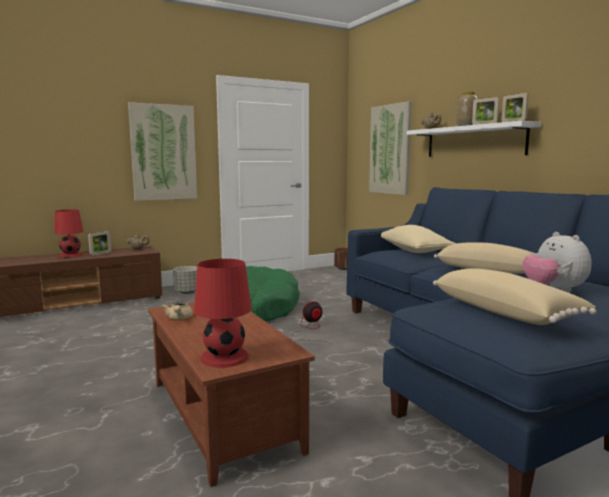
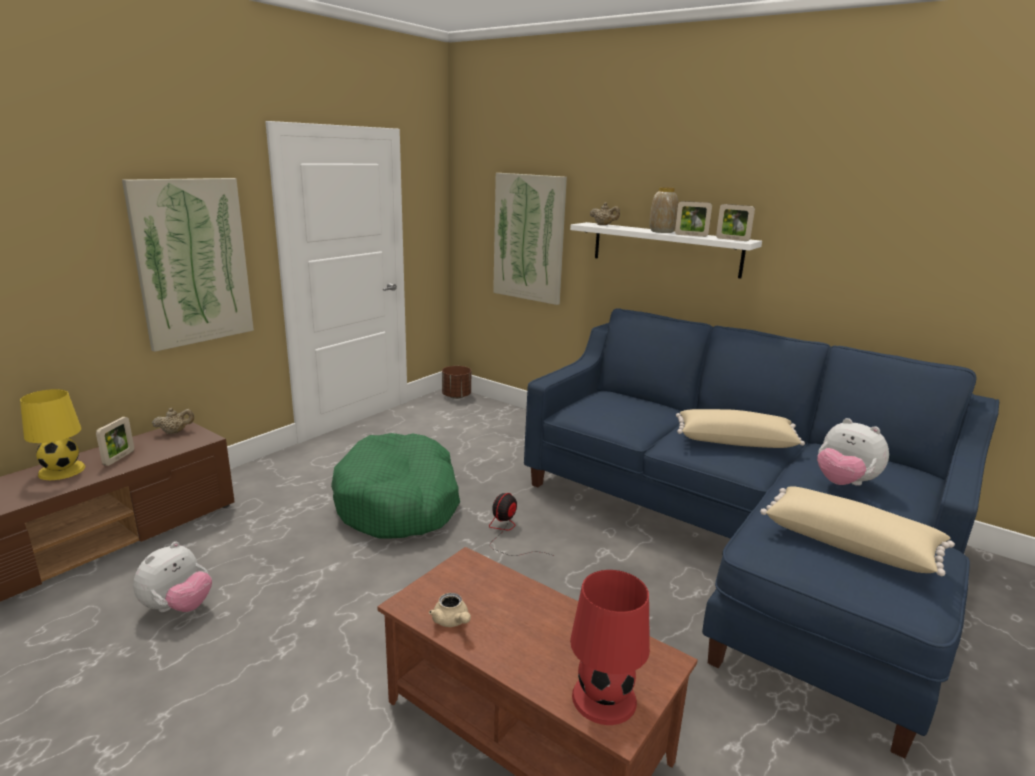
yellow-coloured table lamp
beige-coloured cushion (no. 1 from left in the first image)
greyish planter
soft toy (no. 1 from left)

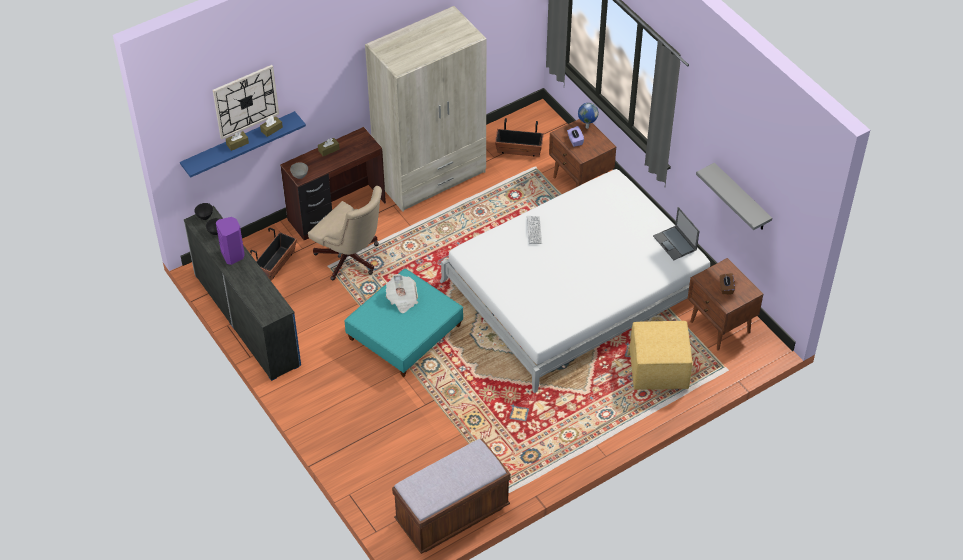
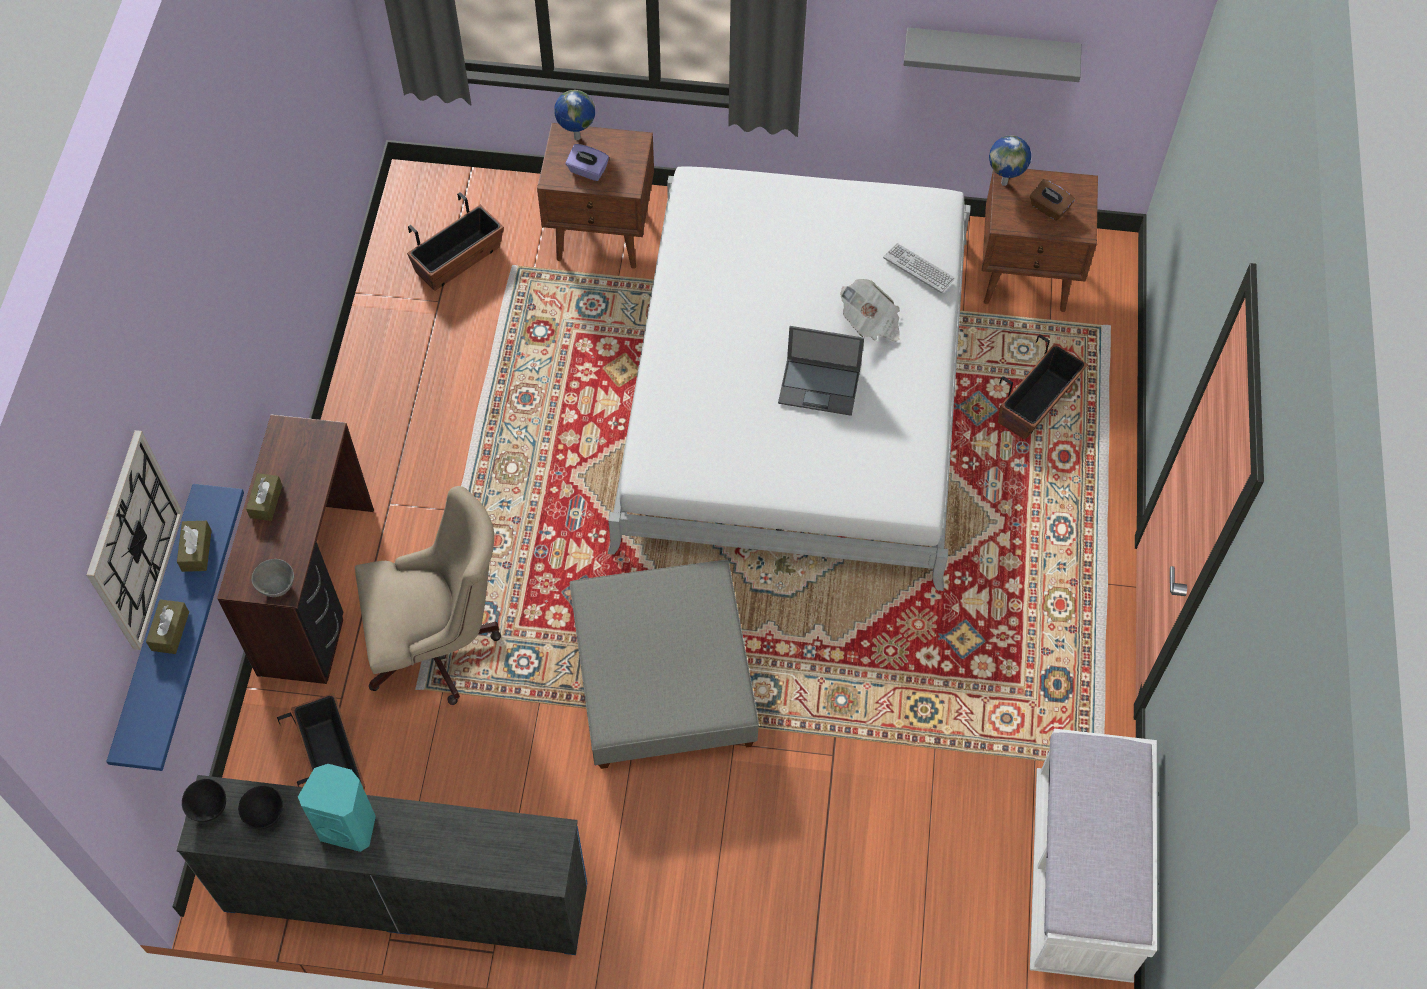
beige-coloured clothes cupboard
notebook computer
PC keyboard
turquoise-coloured speaker
greyish pouffe
printed paper
planter (no. 3 from left)
white bench
world globe (no. 2 from left)

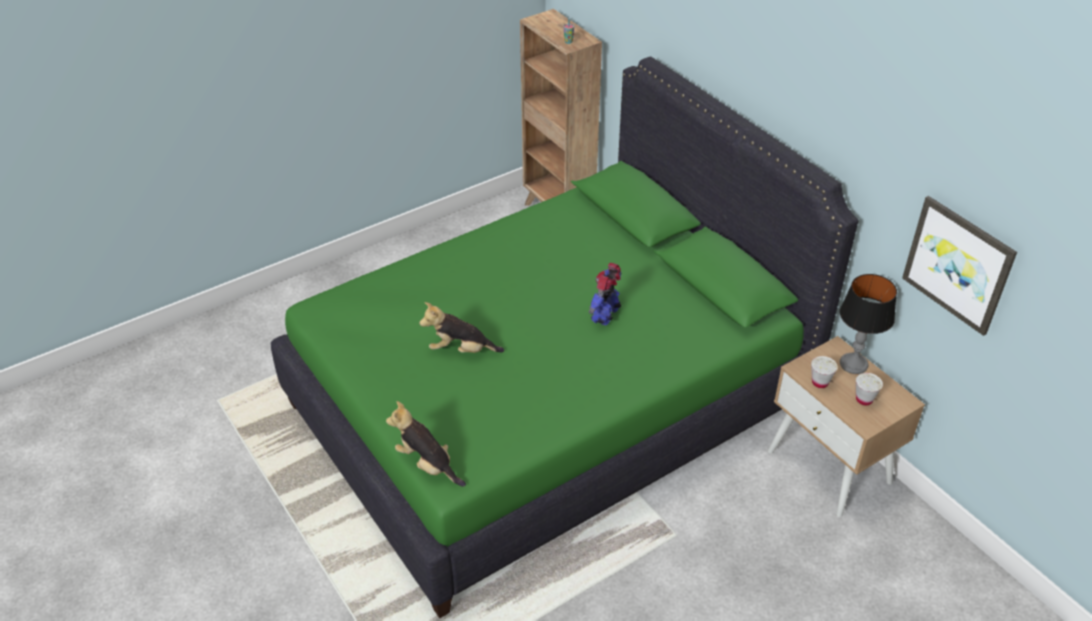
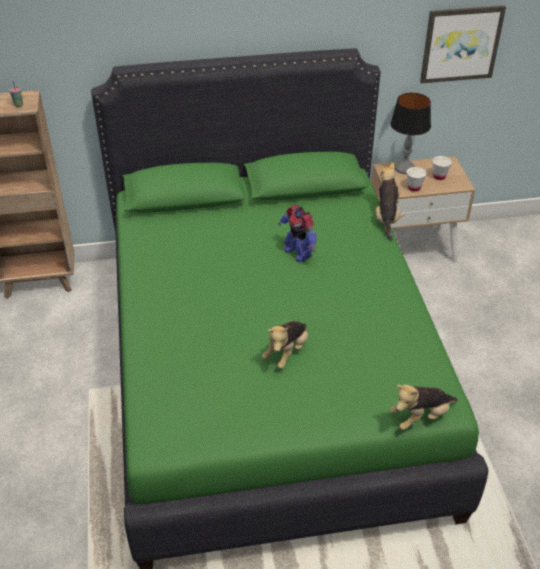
soft toy (no. 2 from left)

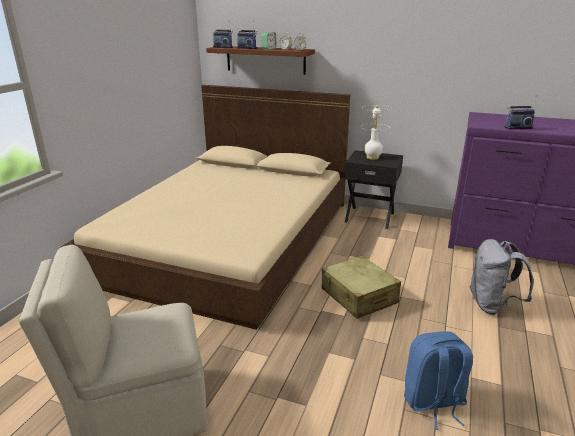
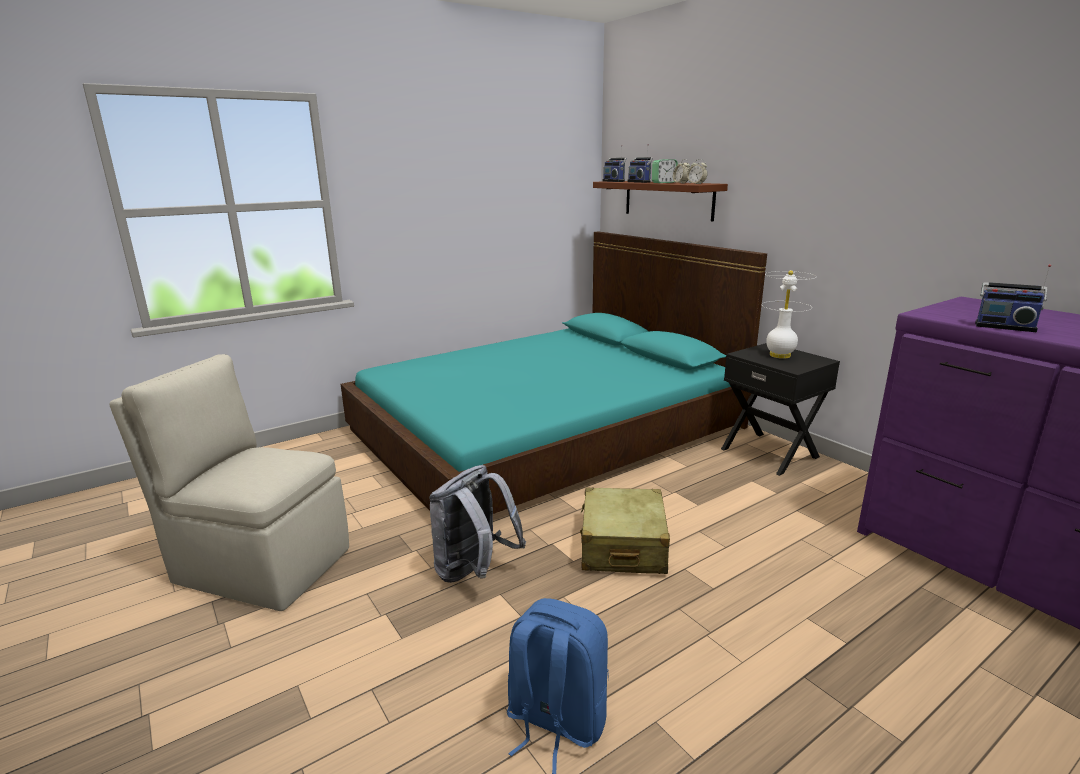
turquoise-coloured bedroom bed
greyish knapsack

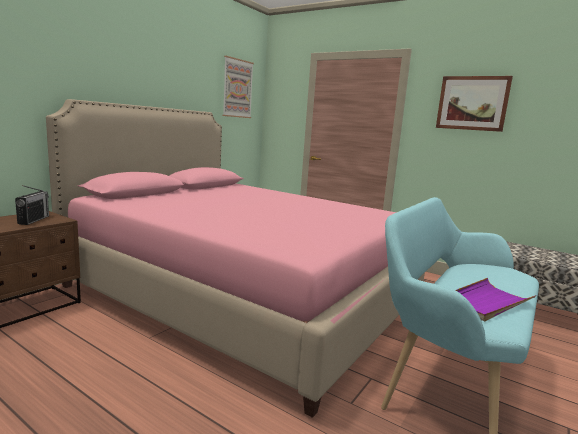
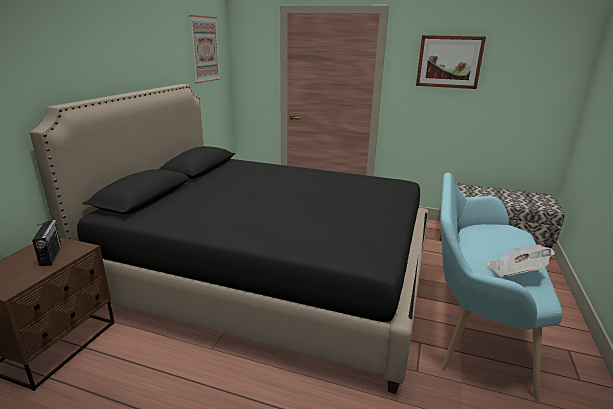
black bedroom bed
printed paper

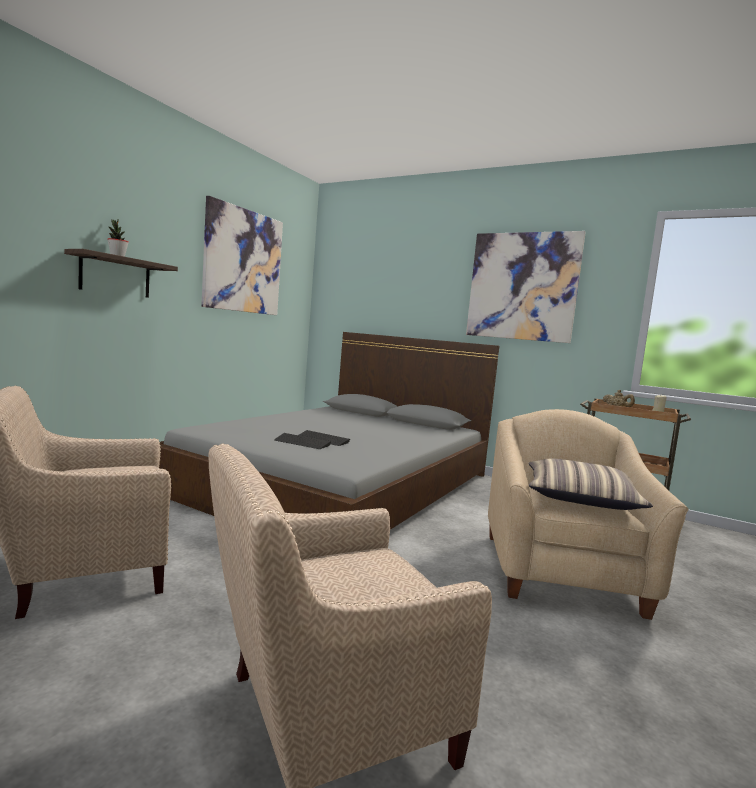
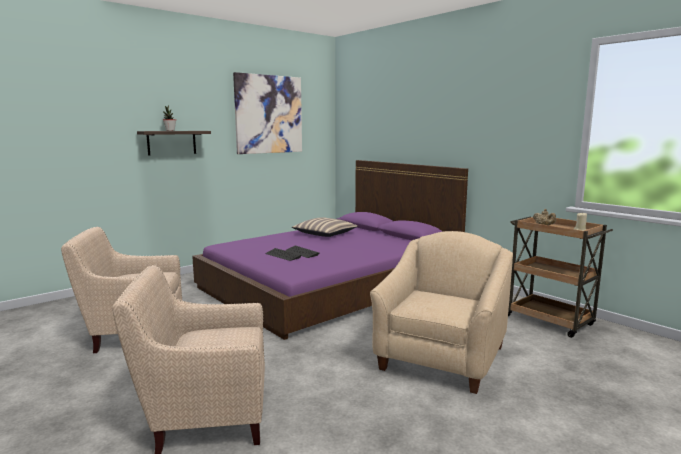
wall art (no. 2 from left in the first image)
purple-coloured bedroom bed
cushion

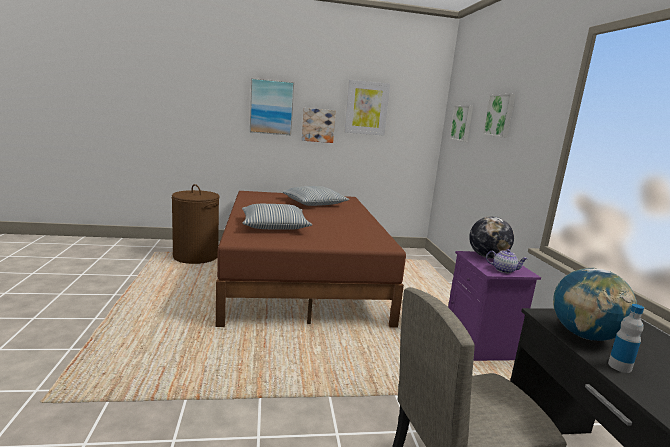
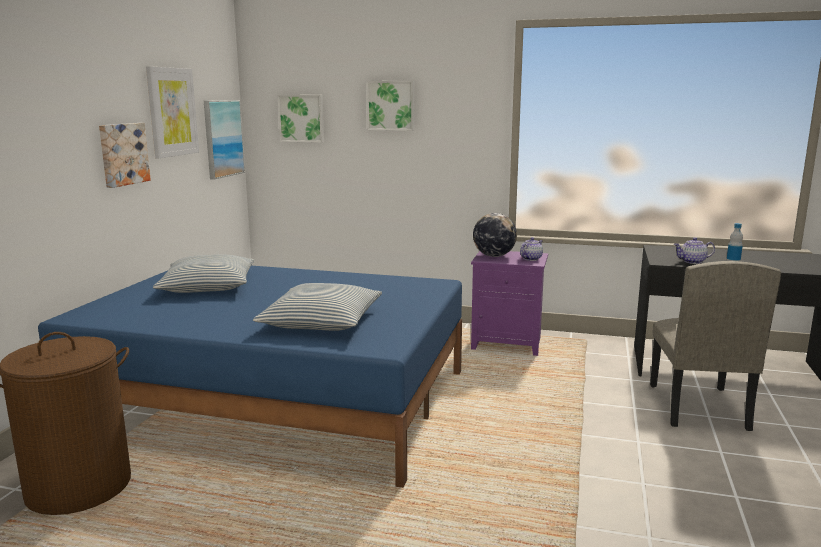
wall art (no. 3 from left)
blue-coloured bedroom bed
teapot (no. 2 from left)

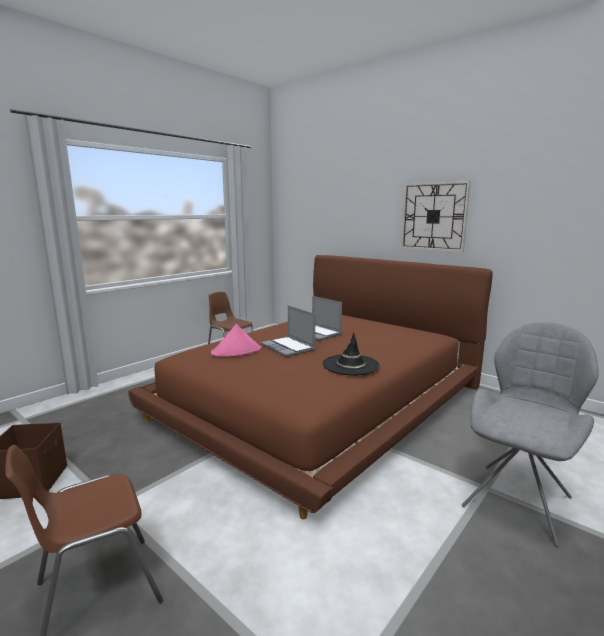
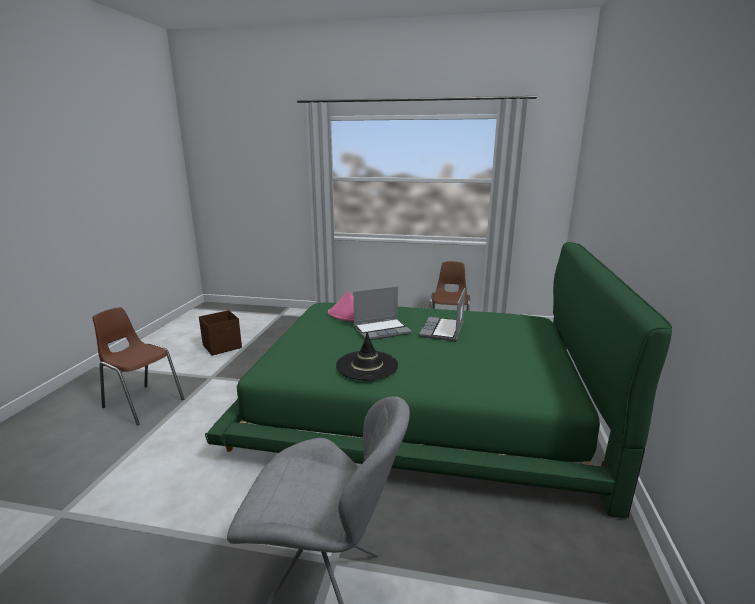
wall clock
greenish bedroom bed
notebook computer (no. 1 from left)

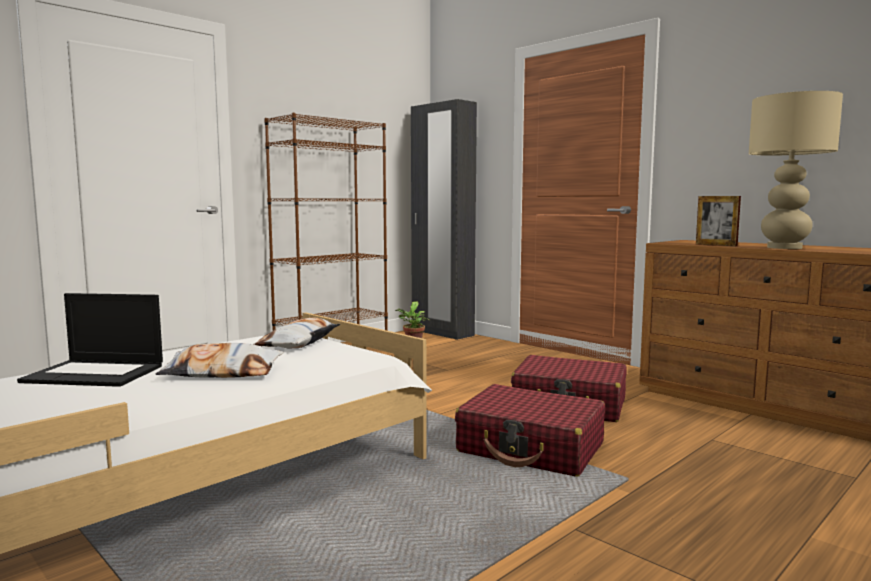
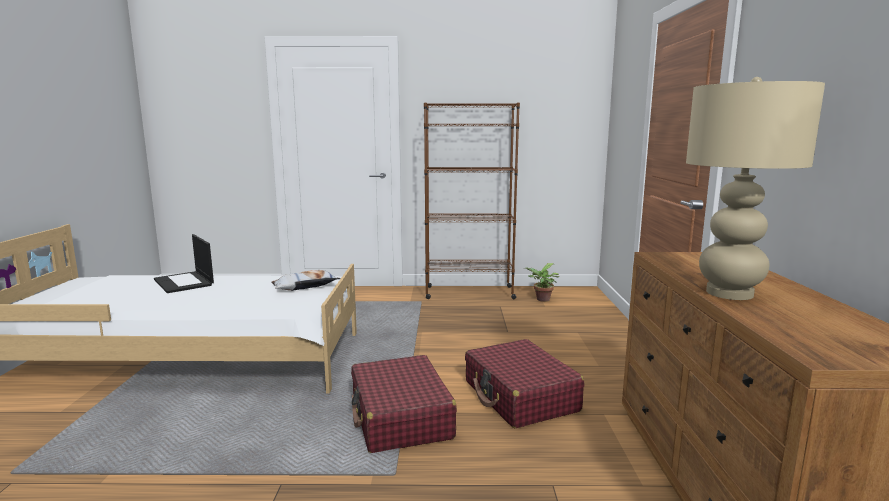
black clothes cupboard
standing frame
cushion (no. 1 from left in the first image)

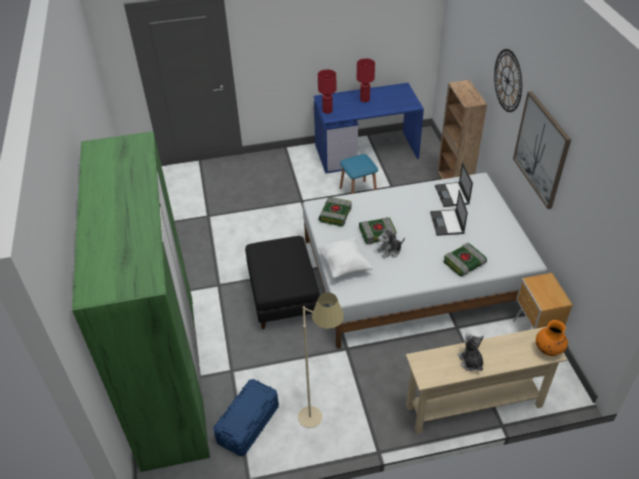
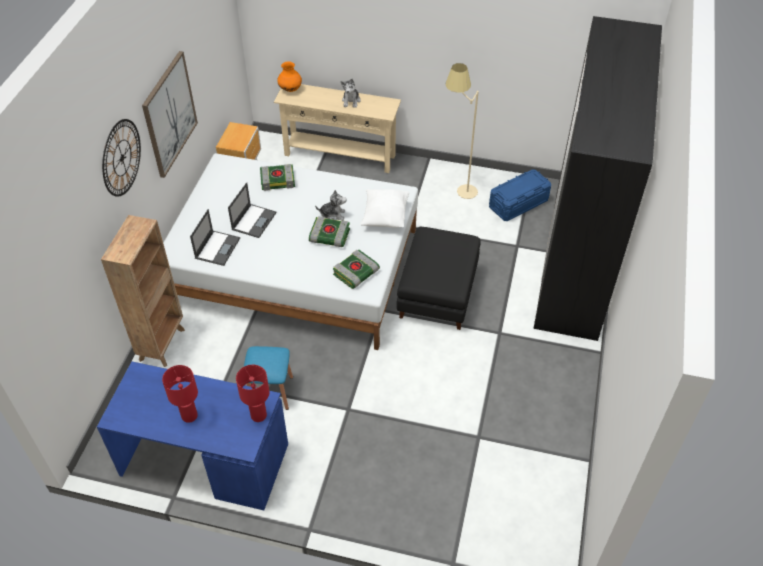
black clothes cupboard

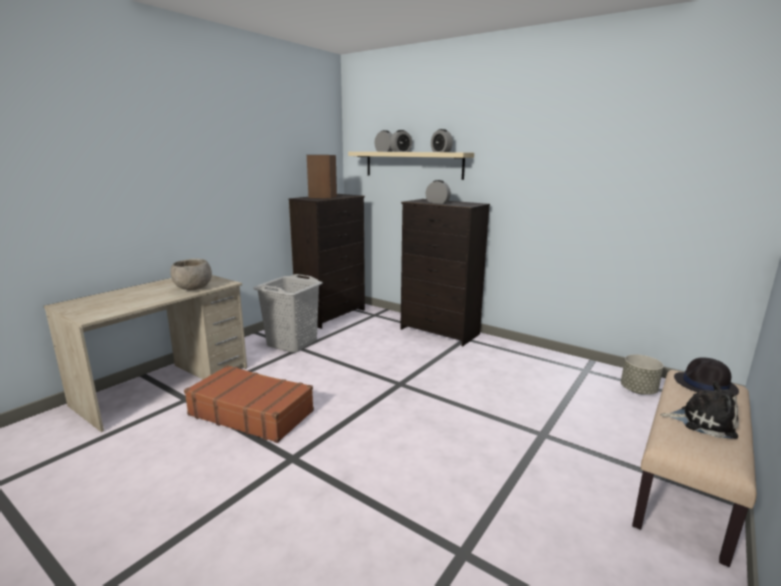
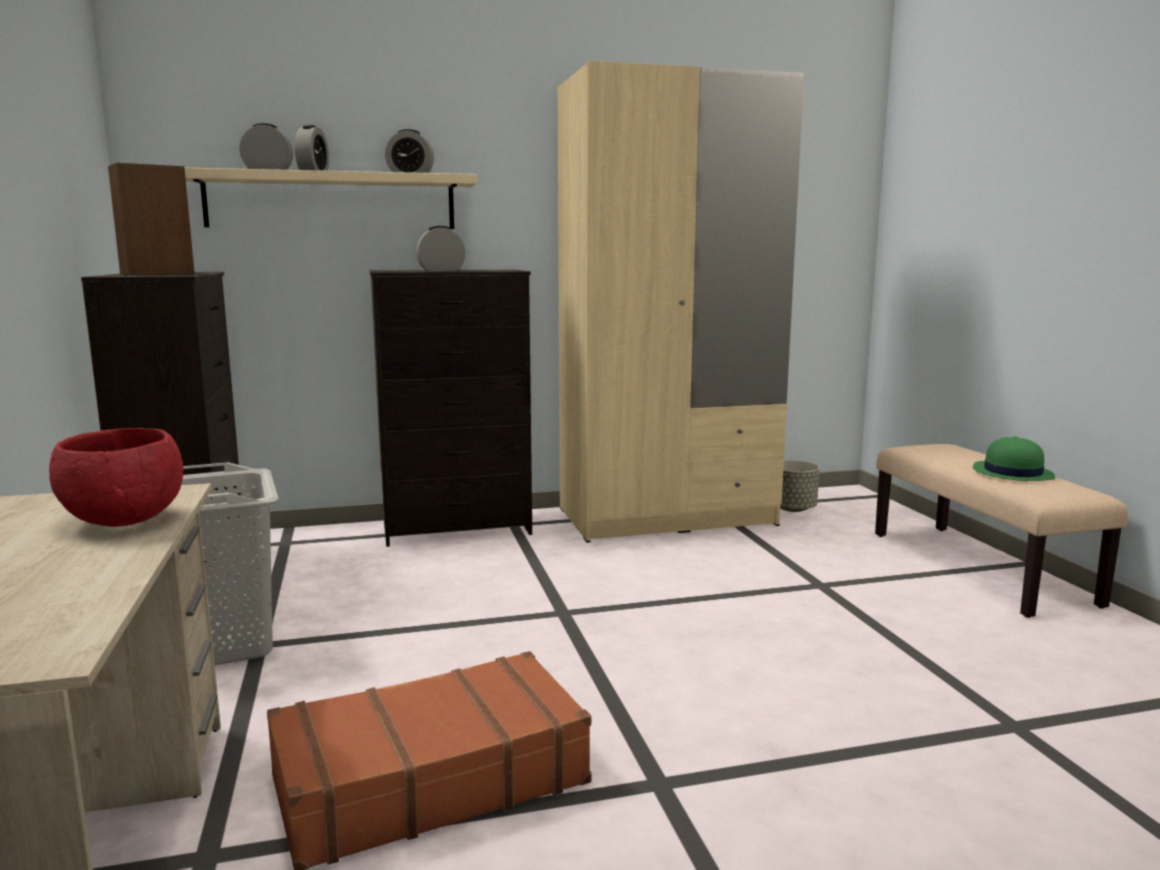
reddish deep dish
black clothing hat
greenish clothing hat
beige-coloured clothes cupboard

